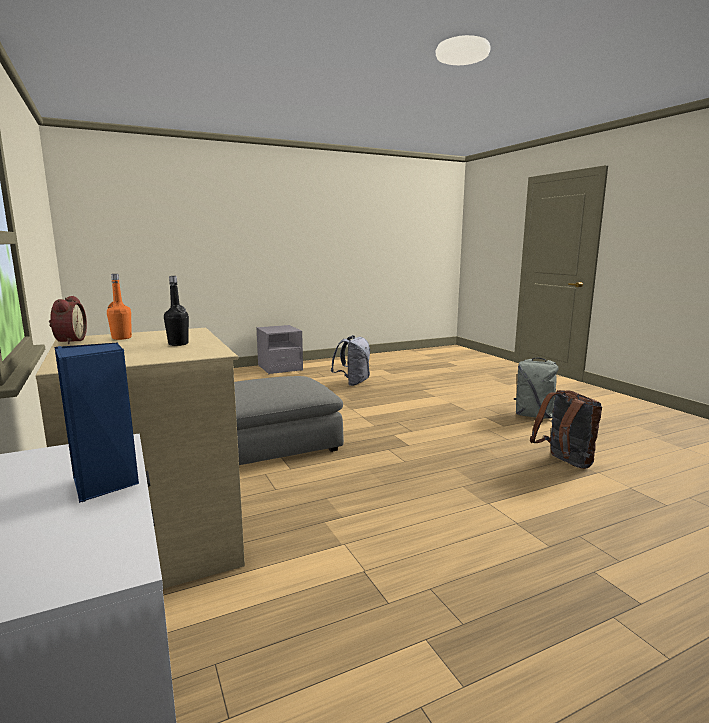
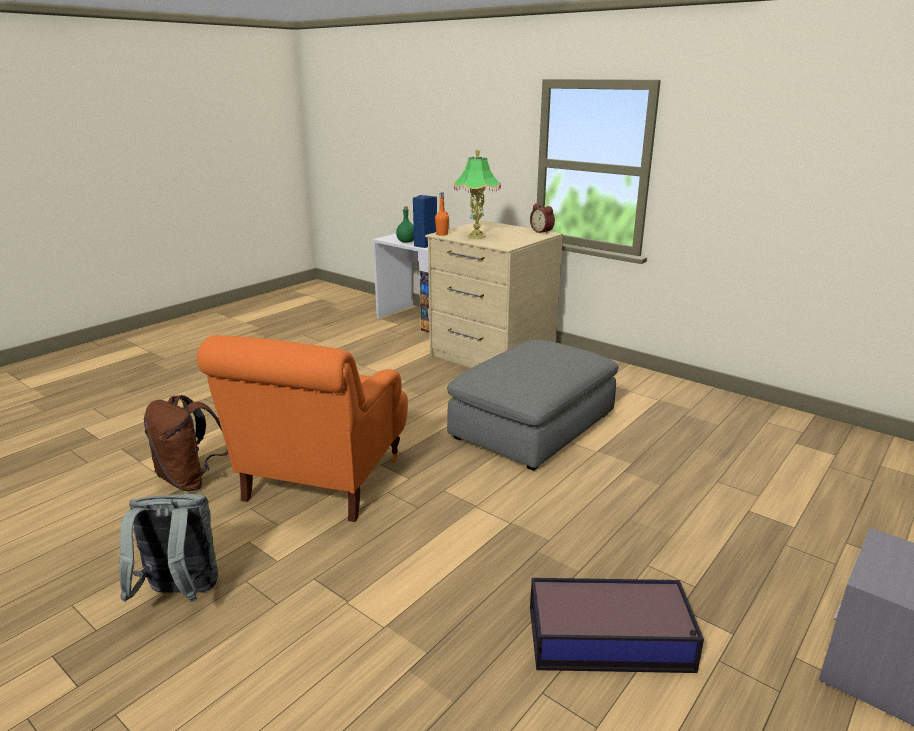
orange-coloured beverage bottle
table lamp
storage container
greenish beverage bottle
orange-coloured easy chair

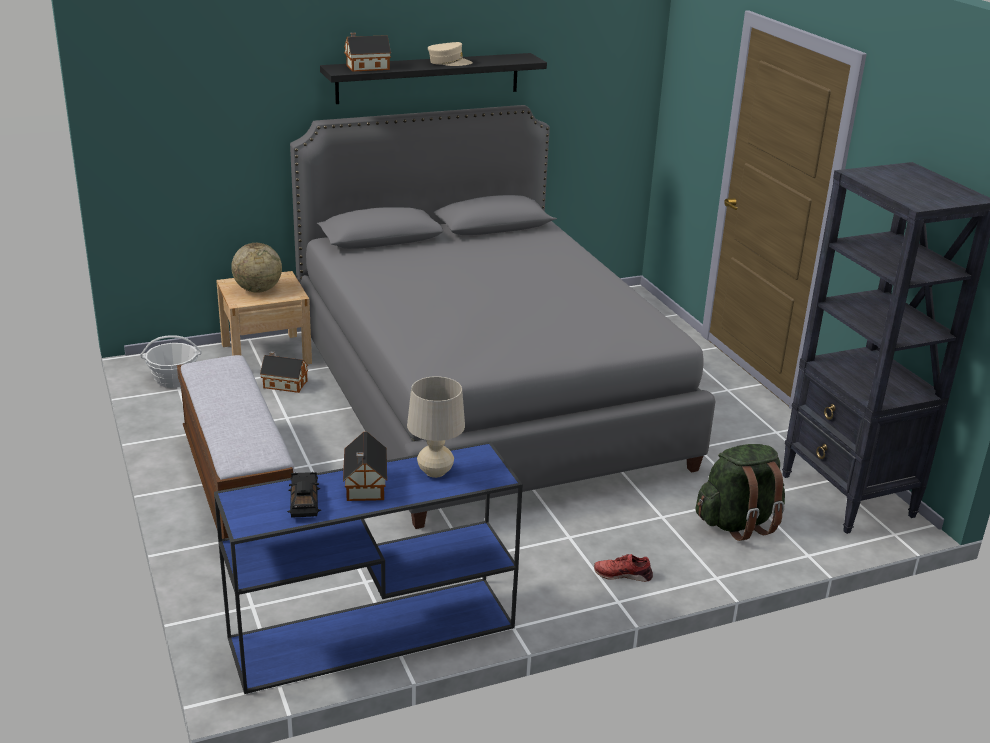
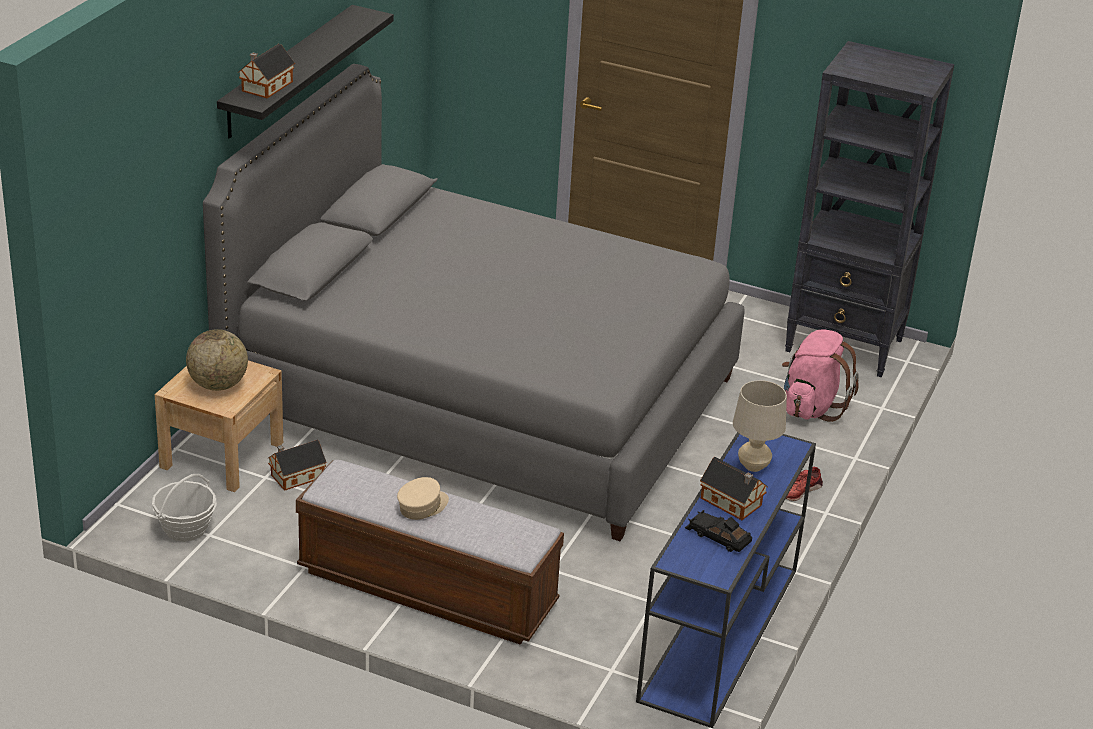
beige-coloured peaked cap
pink knapsack

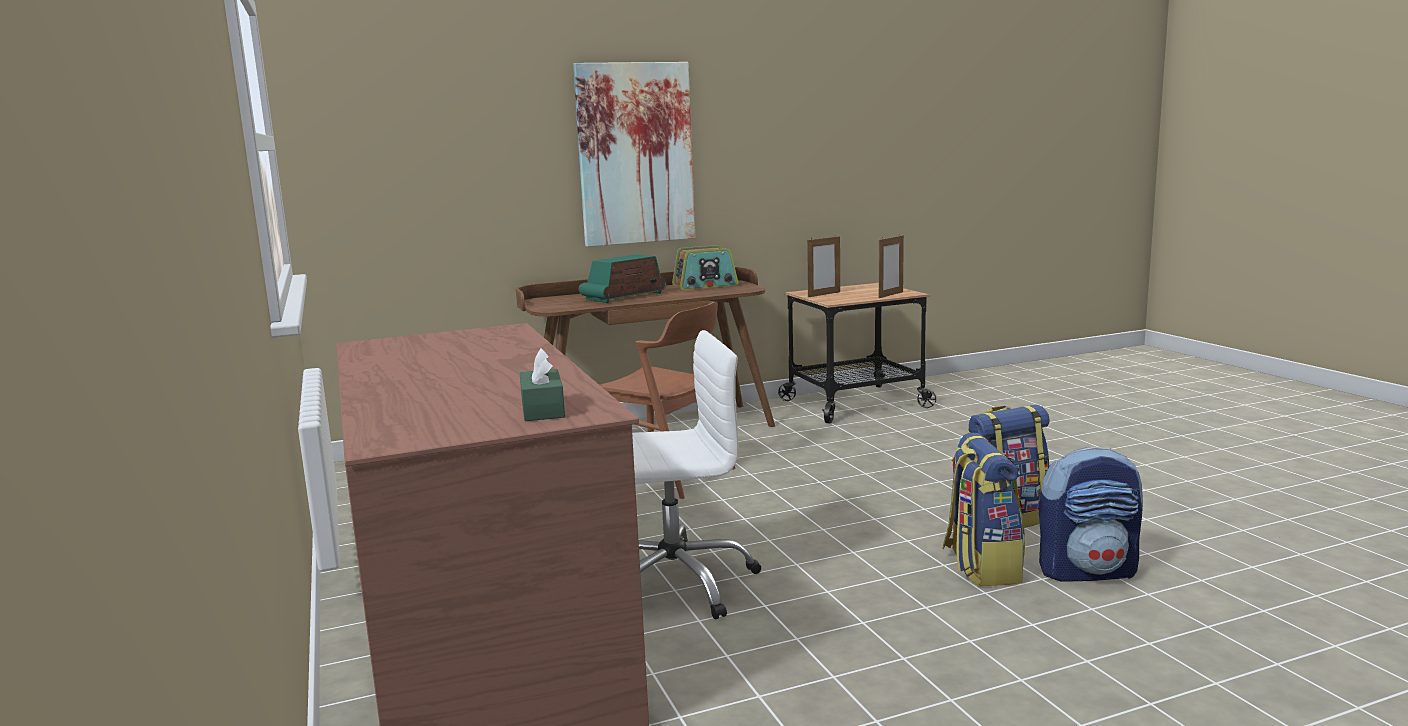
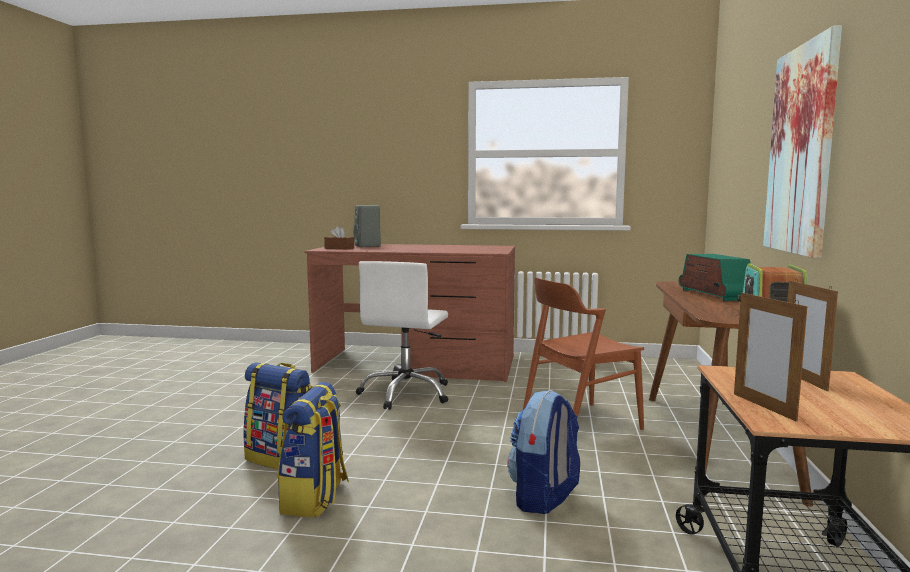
brown-coloured tissue holder
knapsack (no. 3 from left)
greyish speaker

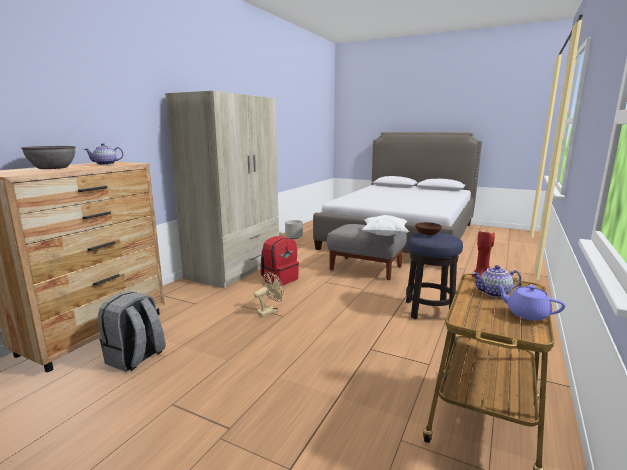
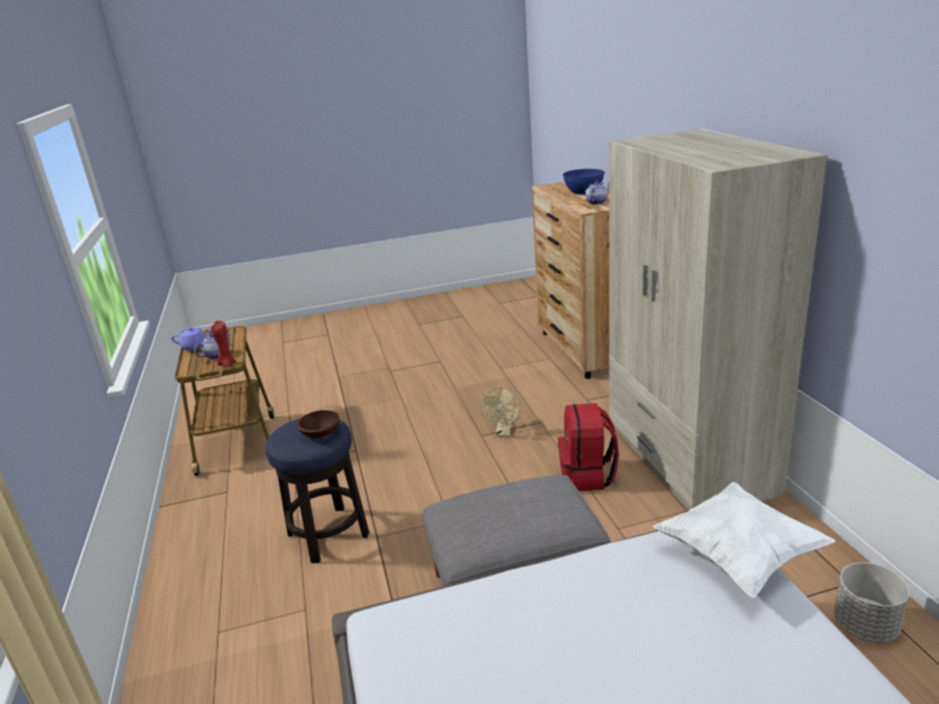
blue-coloured deep dish
white cushion
greyish knapsack

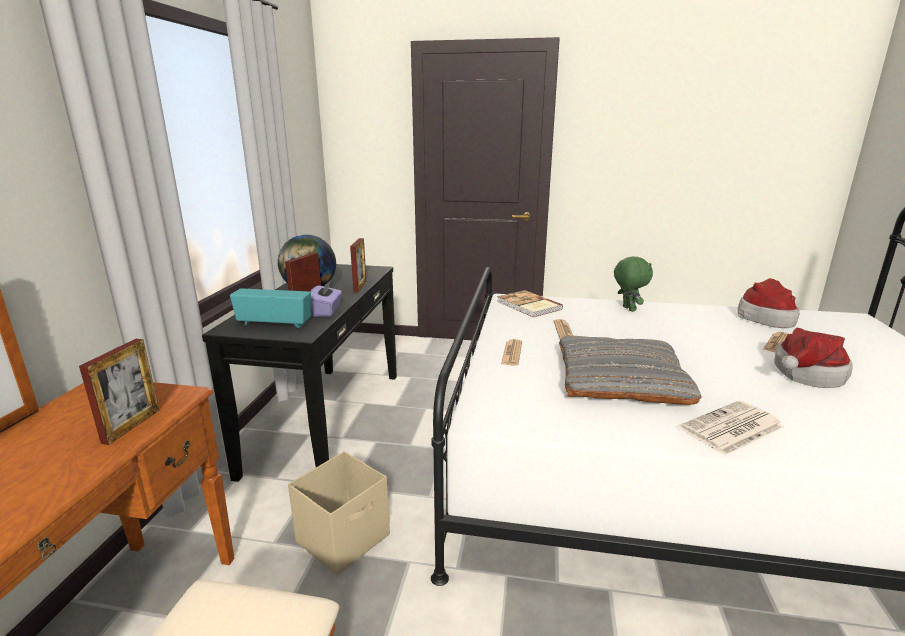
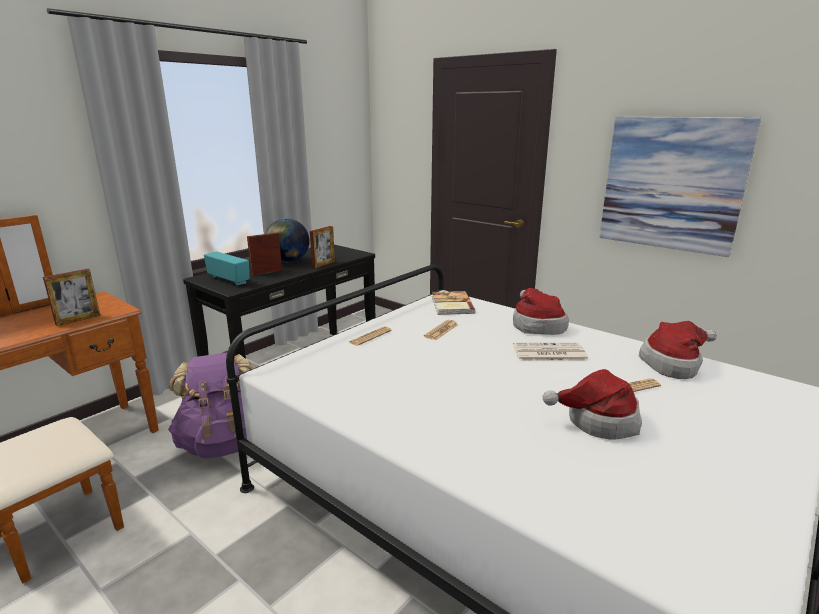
clothing hat (no. 1 from left)
purple-coloured tissue holder
greyish cushion
printed paper (no. 3 from left)
purple-coloured knapsack
wall art

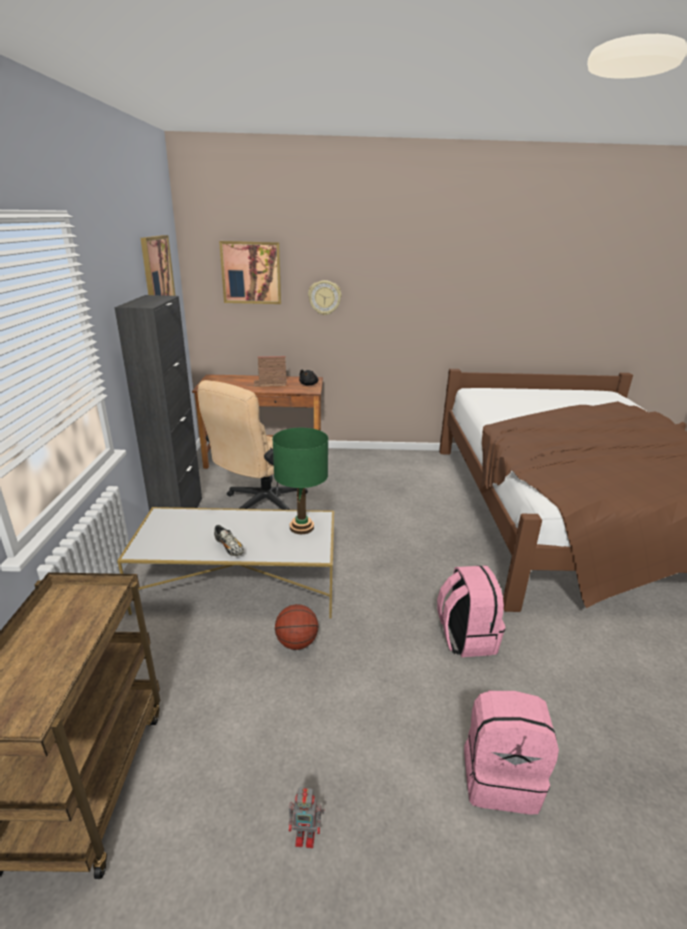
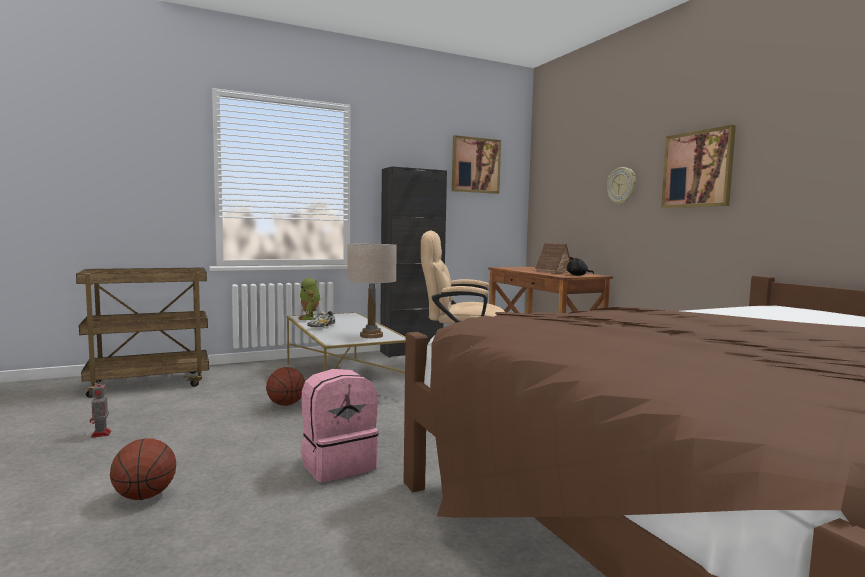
wall art (no. 2 from left)
beige-coloured table lamp
ball for basketball (no. 1 from left)
toy robot (no. 2 from left)

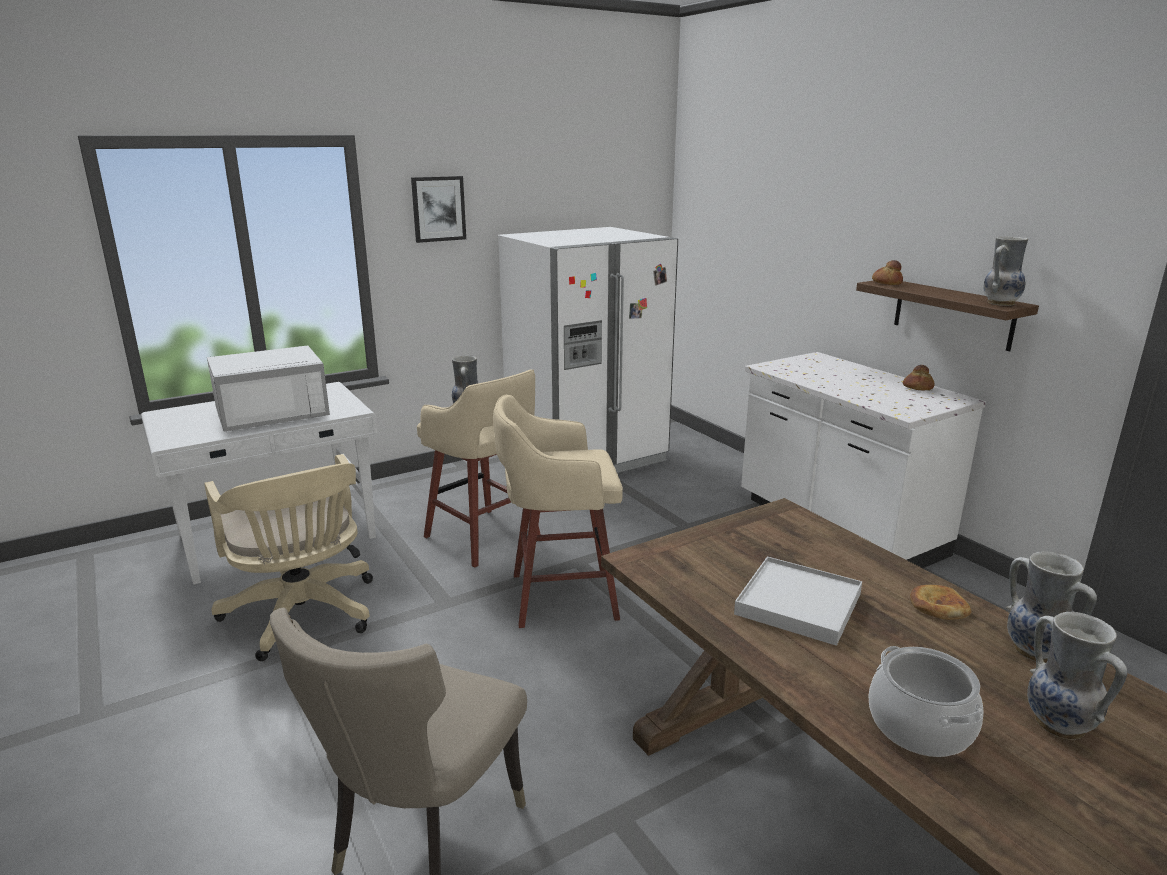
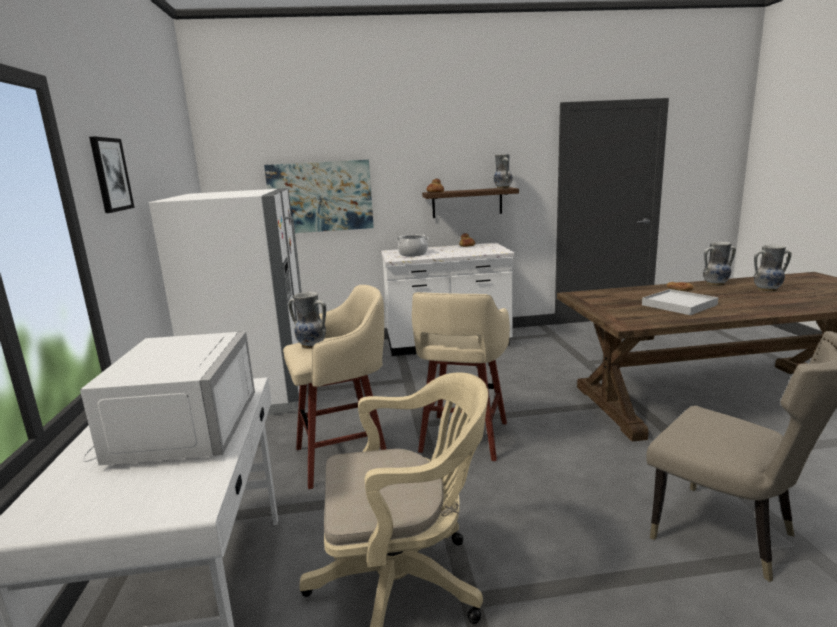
stockpot
wall art (no. 2 from left)

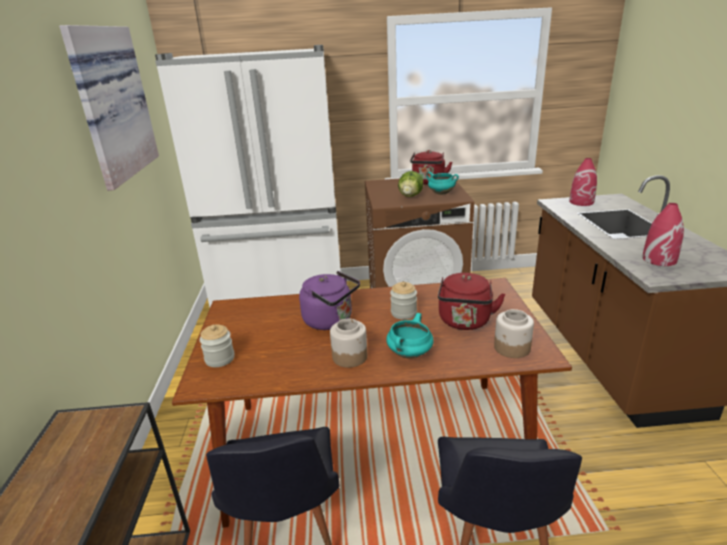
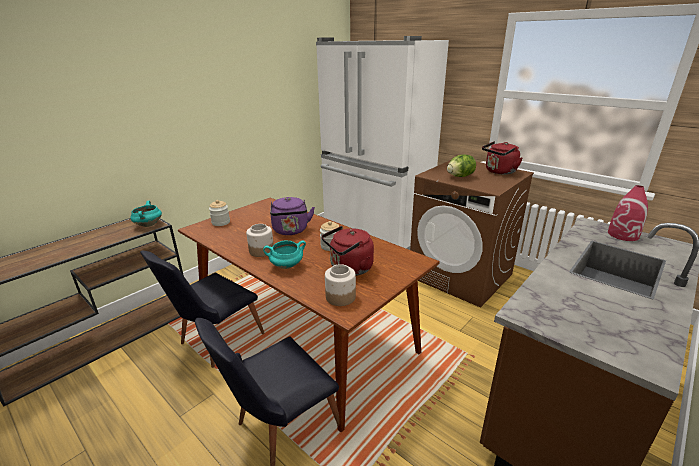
wall art
turquoise-coloured stockpot (no. 1 from left)
reddish vase (no. 2 from left in the first image)

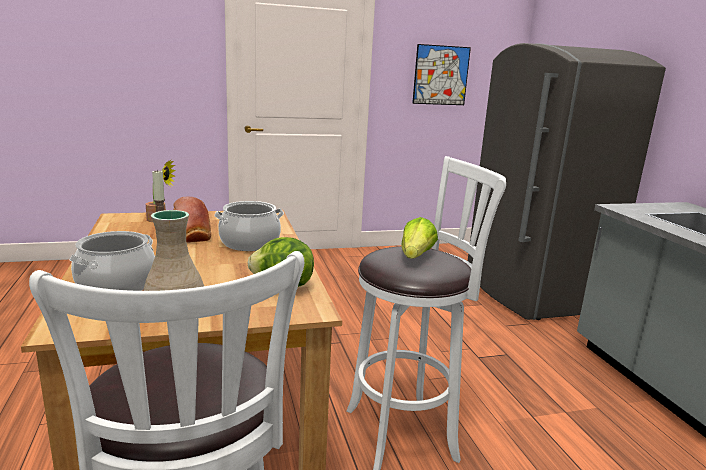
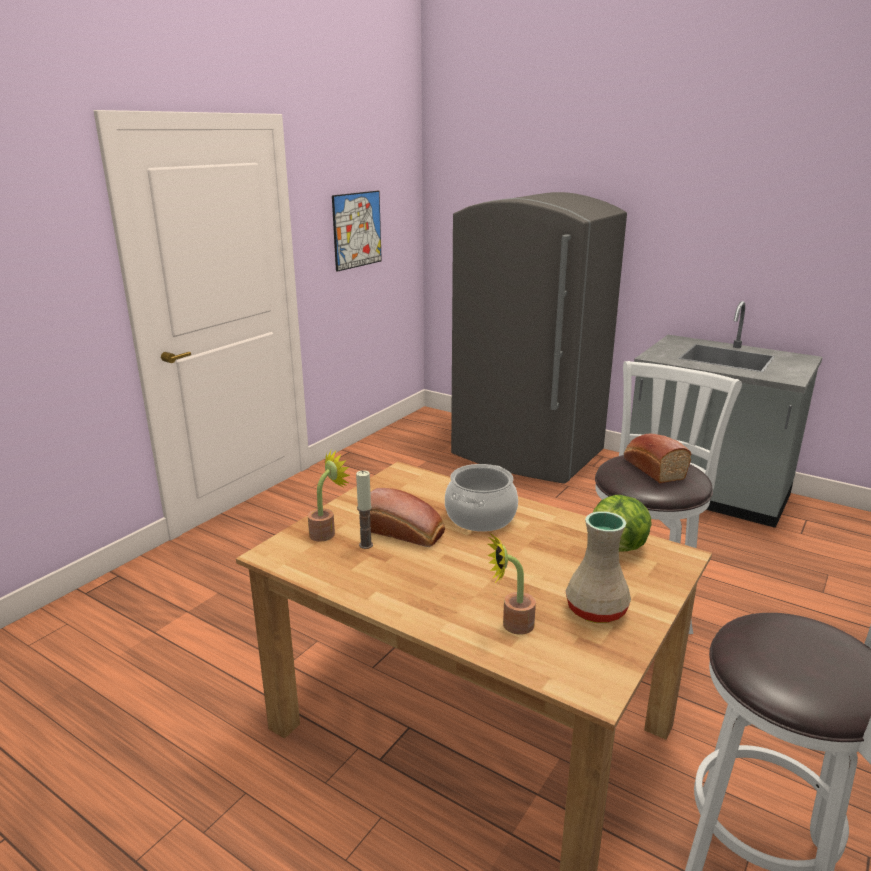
bakery bread (no. 2 from left)
plant in a pot (no. 2 from left)

